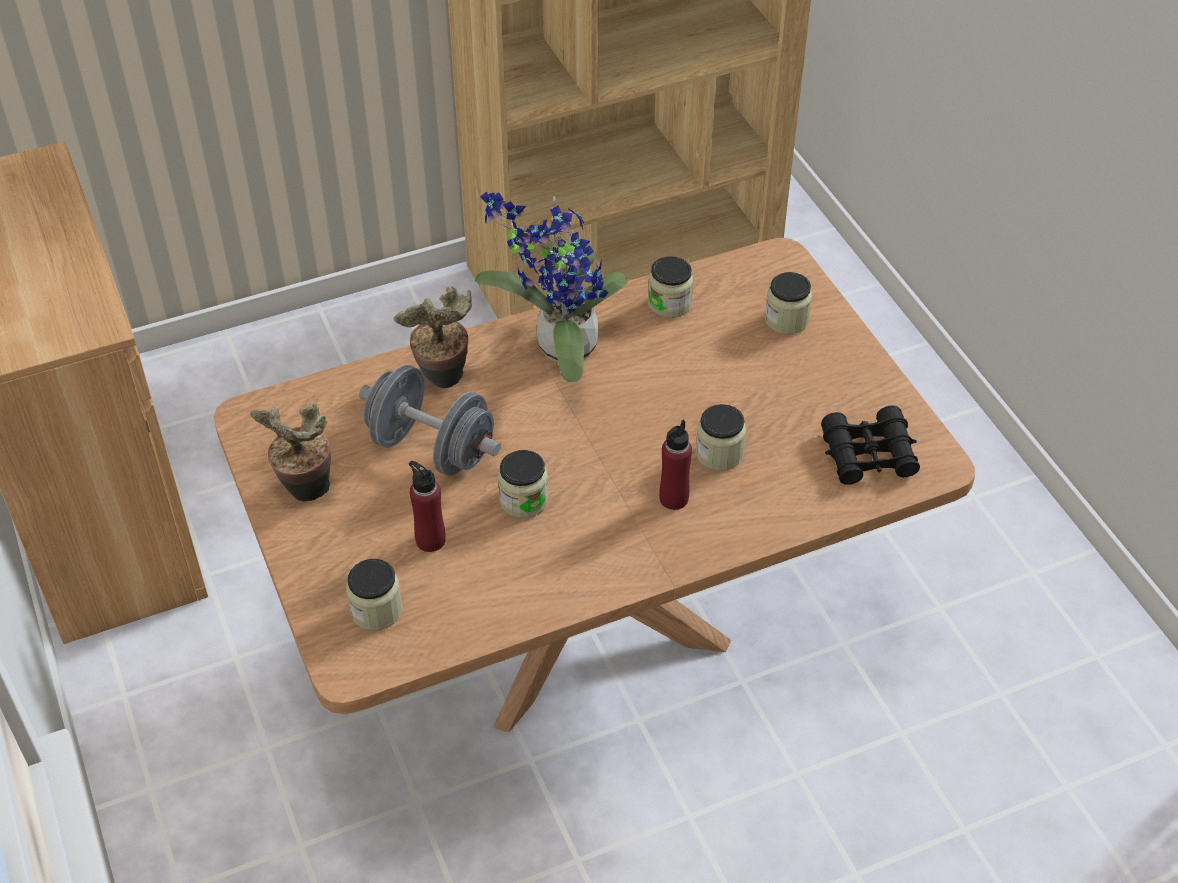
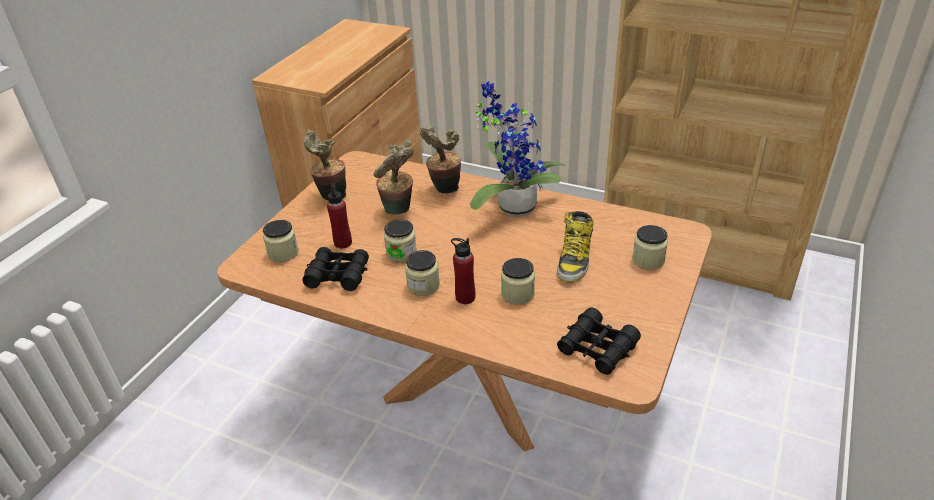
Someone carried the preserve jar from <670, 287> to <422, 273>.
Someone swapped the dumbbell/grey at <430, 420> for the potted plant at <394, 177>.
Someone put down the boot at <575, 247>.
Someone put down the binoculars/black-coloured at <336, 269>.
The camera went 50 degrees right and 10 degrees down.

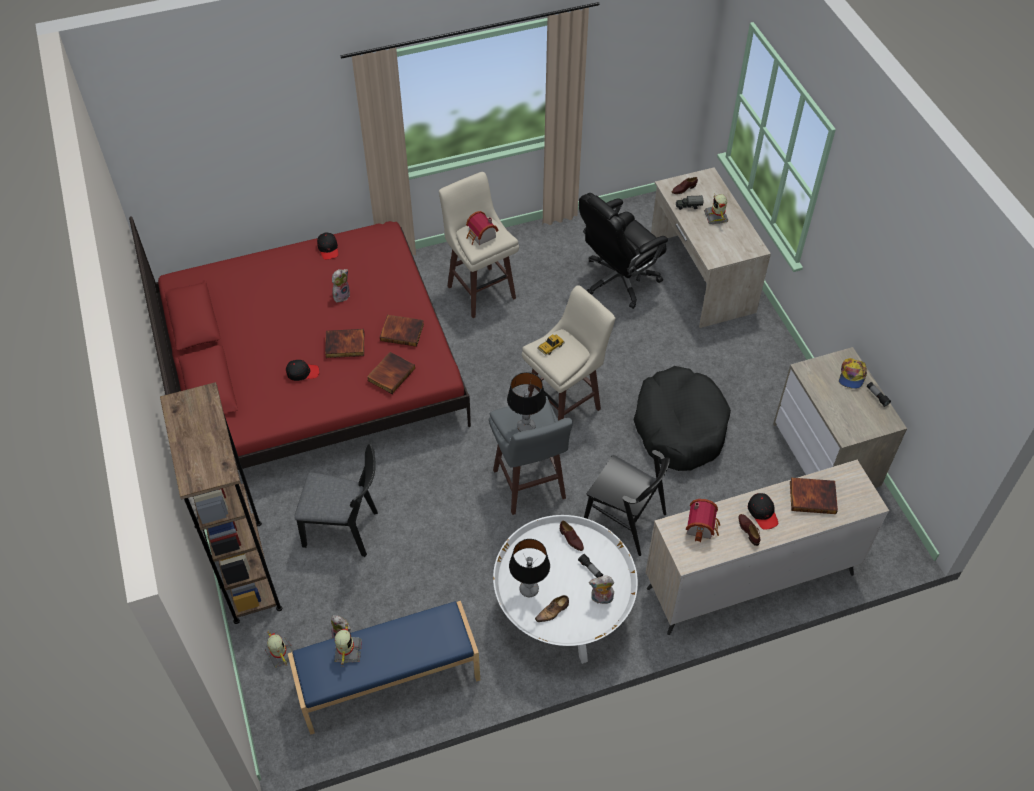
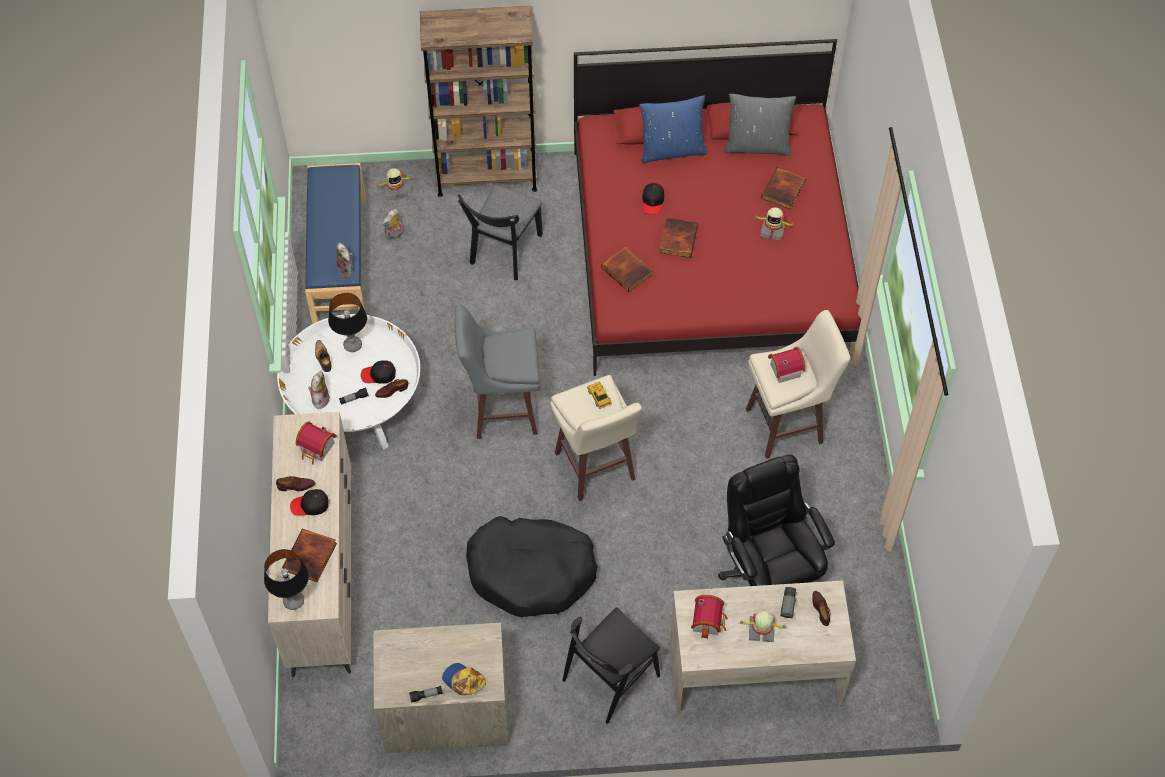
Someone carried the baseball cap/black-coloured from <327, 246> to <378, 372>.
Someone carried the cuddly toy from <341, 285> to <344, 260>.
Someone carried the volume from <402, 331> to <783, 188>.
Someone carried the table lamp from <526, 402> to <286, 579>.
Someone carried the plain chair/black-coloured from <627, 503> to <611, 665>.
Someone carried the toy robot from <348, 644> to <774, 224>.
Someone put down the cushion/grey at <760, 125>.
Someone put down the cushion/blue at <673, 129>.
Someone put down the miniature house at <709, 617>.
The camera went 105 degrees right and 5 degrees up.

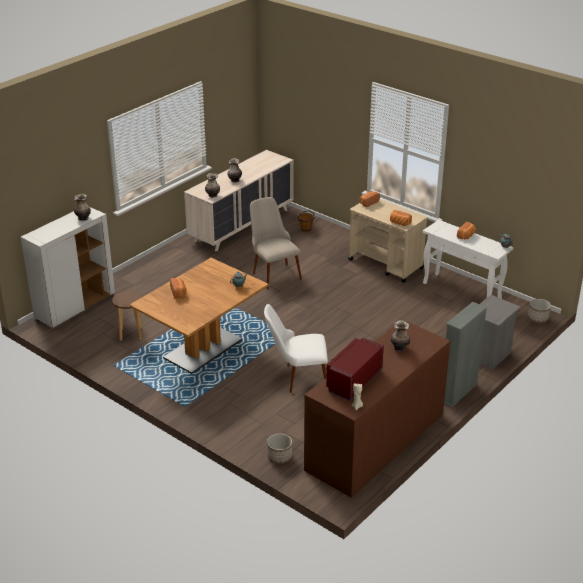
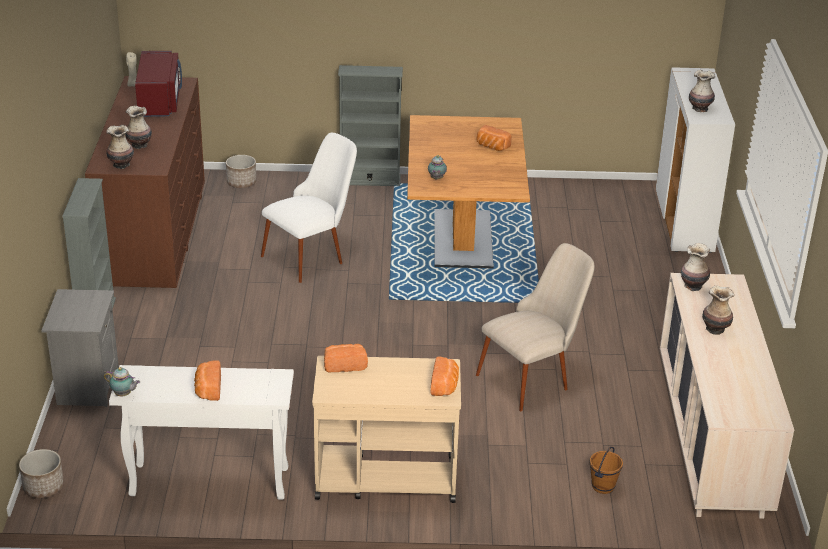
Someone rotated the plain chair/beige-coloured at <276, 243> by 60 degrees counterclockwise.
Someone took away the stool/brownish at <127, 316>.
Someone put down the bookcase/grey at <370, 125>.
Someone put down the vase at <120, 147>.
The camera went 140 degrees right and 0 degrees up.

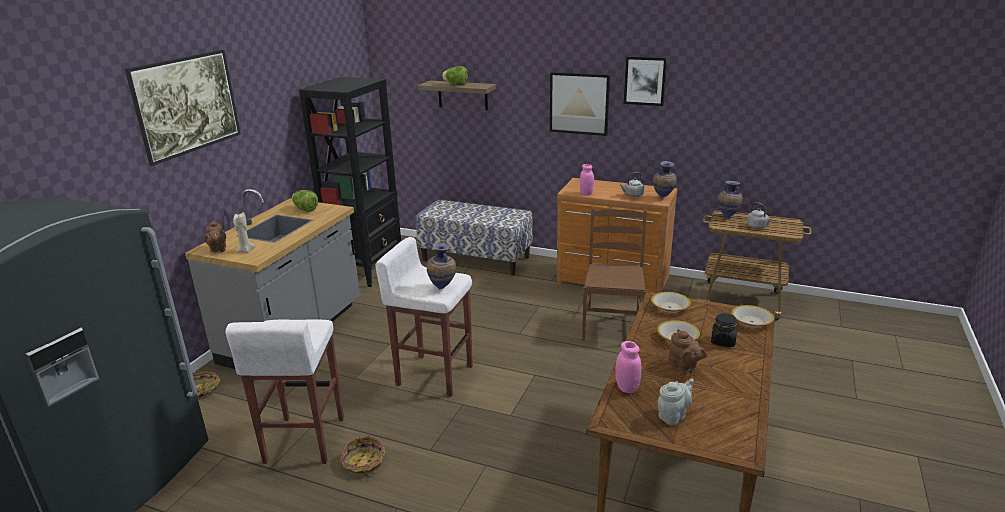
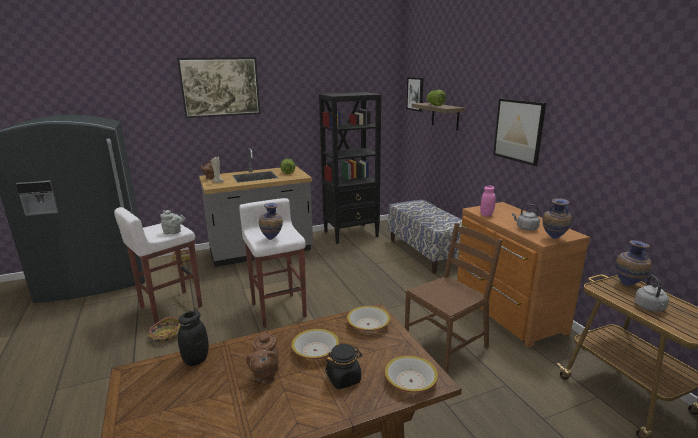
Someone carried the wall art from <645, 81> to <414, 94>.
Someone repainted the preserve jar/pink-coloured at <628, 367>, which became the preserve jar/black-coloured at <193, 338>.
Someone carried the teapot/grey from <676, 401> to <172, 222>.
The camera went 45 degrees right and 5 degrees down.

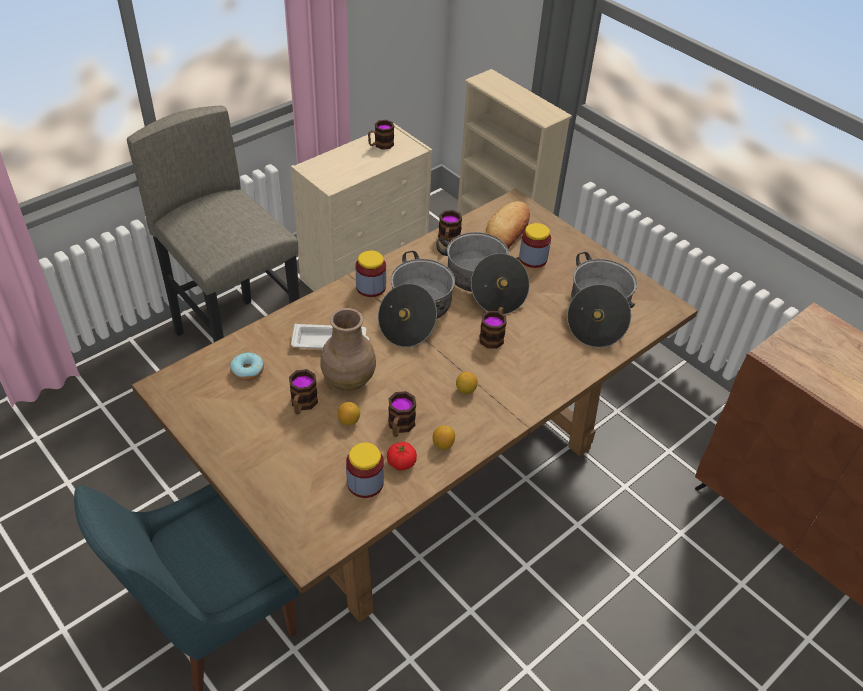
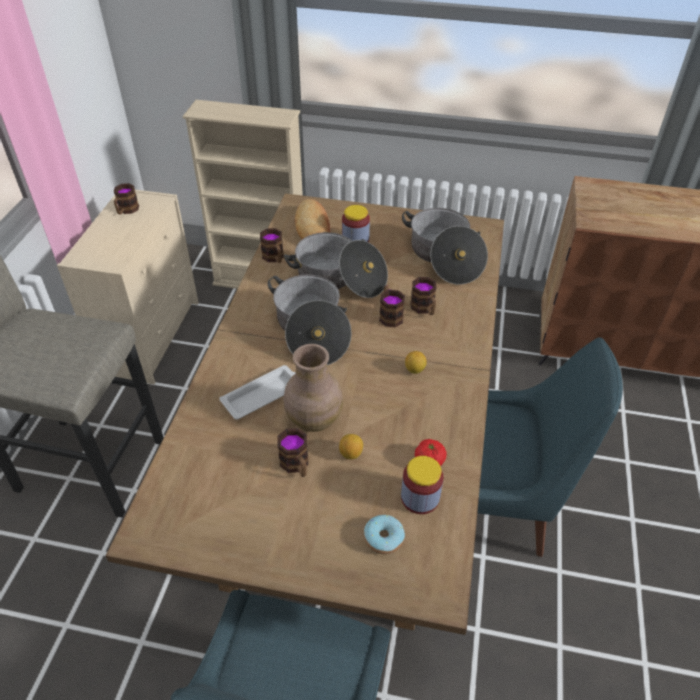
Someone took away the preserve jar at <371, 273>.
Someone carried the doughnut from <247, 367> to <384, 534>.
Someone carried the coffee mug from <402, 414> to <423, 296>.
Someone took away the lemon at <444, 437>.
Someone put down the plain chair/blue at <550, 447>.
The camera went 35 degrees left and 0 degrees up.

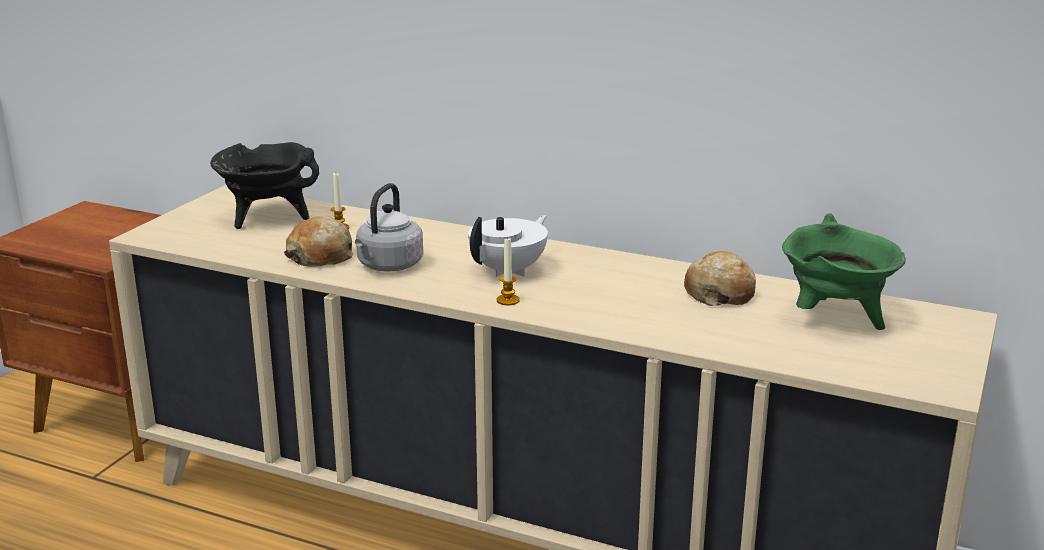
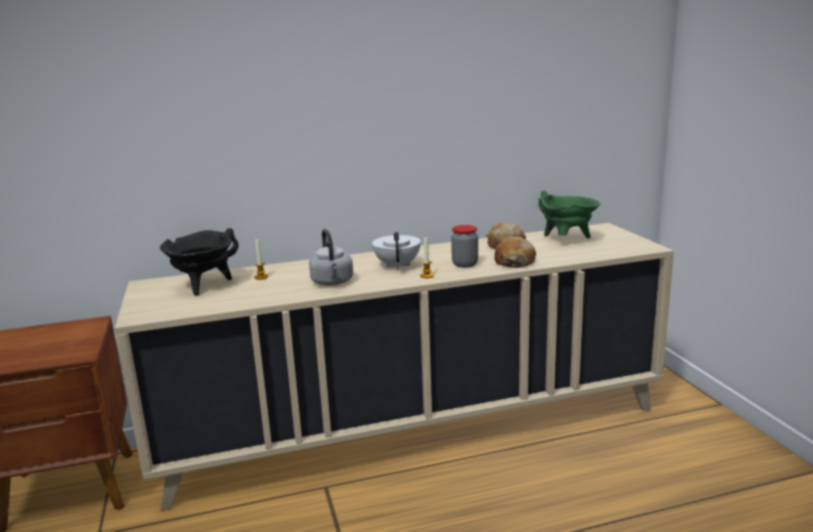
Someone carried the bakery bread from <318, 241> to <515, 252>.
Someone put down the preserve jar at <464, 246>.
The camera went 40 degrees left and 5 degrees down.

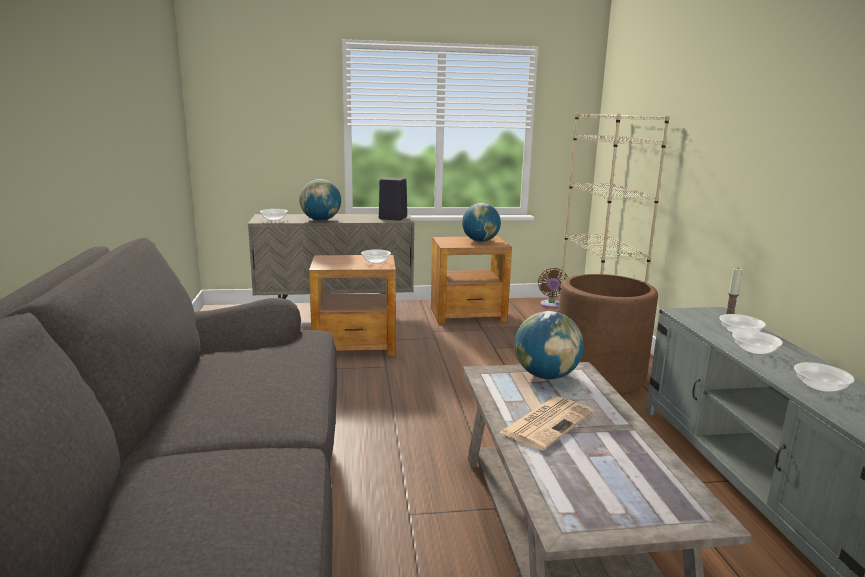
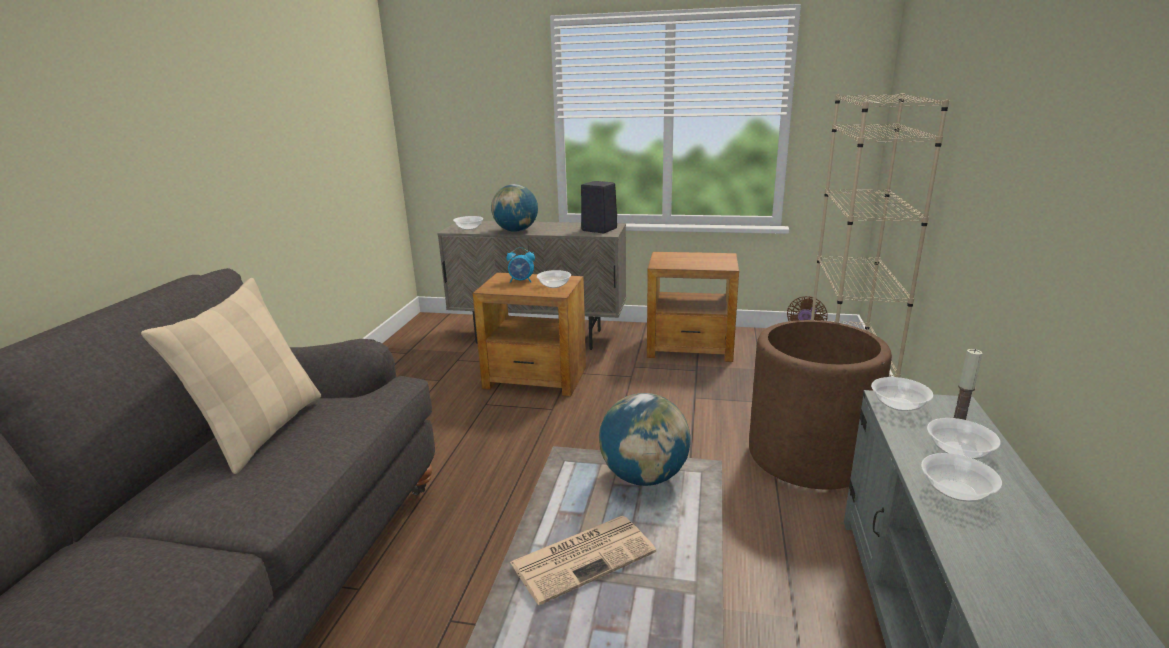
Someone took away the world globe at <481, 222>.
Someone carried the bowl from <824, 377> to <902, 394>.
Someone put down the alarm clock at <520, 265>.
Someone put down the cushion/beige-coloured at <231, 376>.
The camera went 20 degrees right and 5 degrees up.

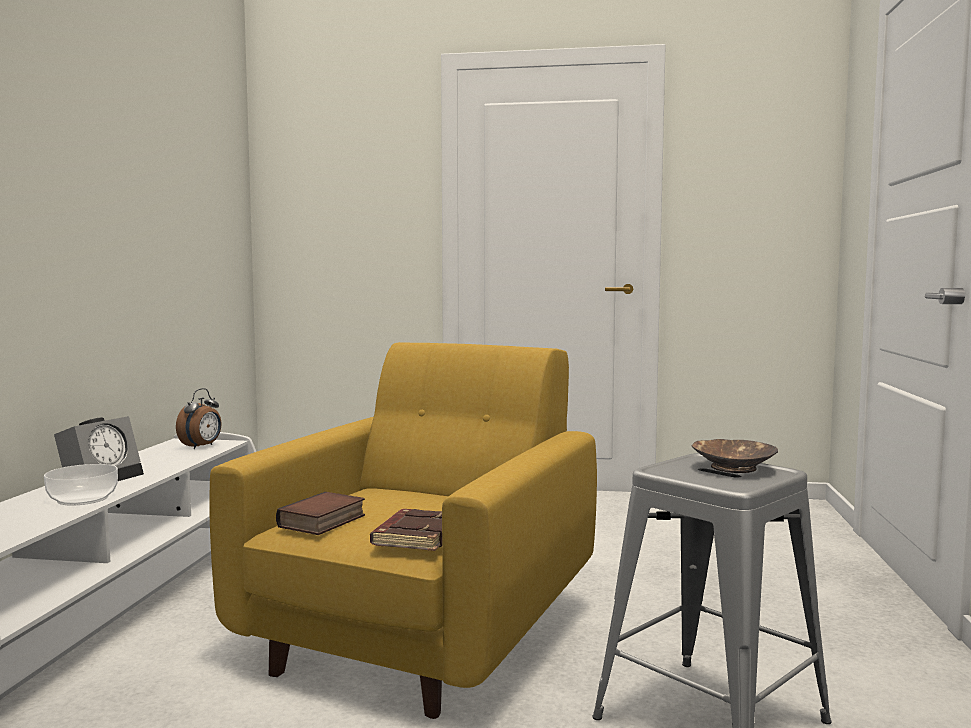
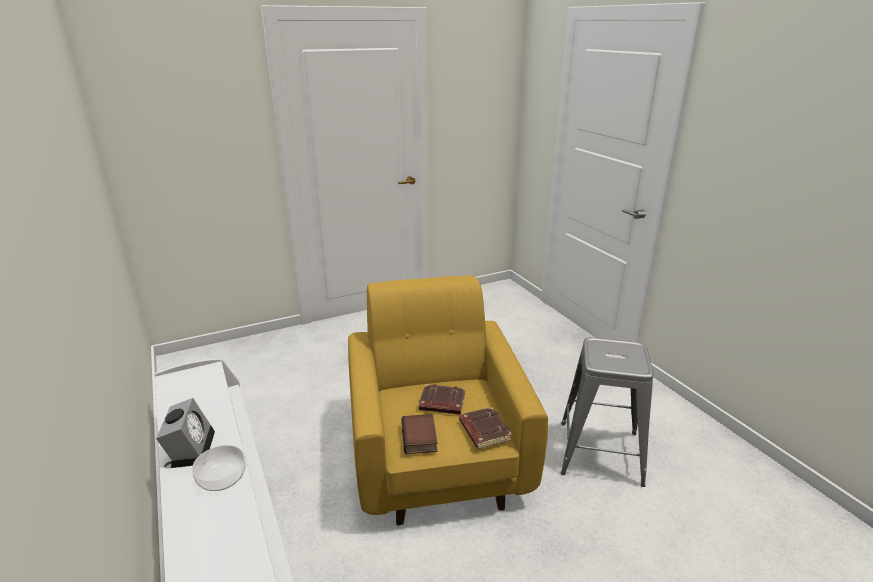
Someone took away the alarm clock at <199, 418>.
Someone took away the bowl/brownish at <735, 456>.
Someone put down the volume/brownish at <442, 399>.
The camera went 35 degrees left and 20 degrees up.

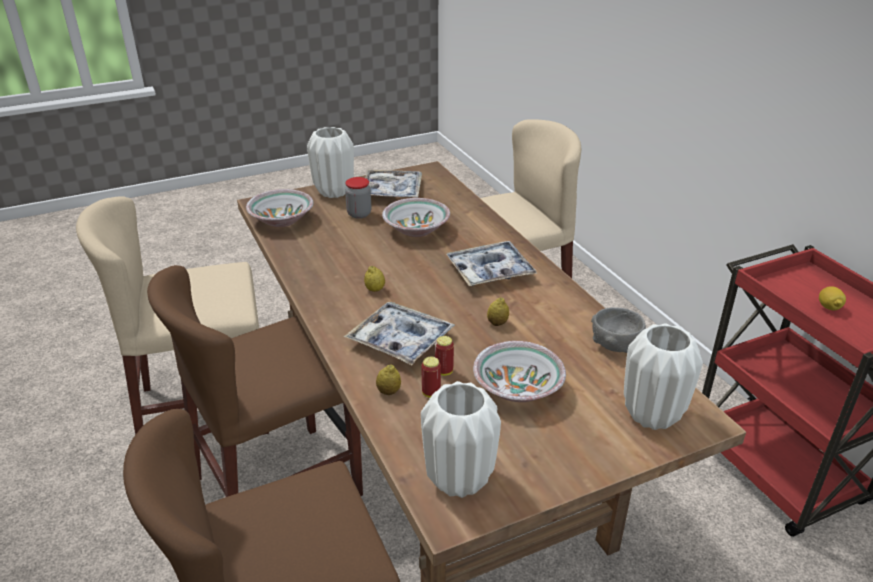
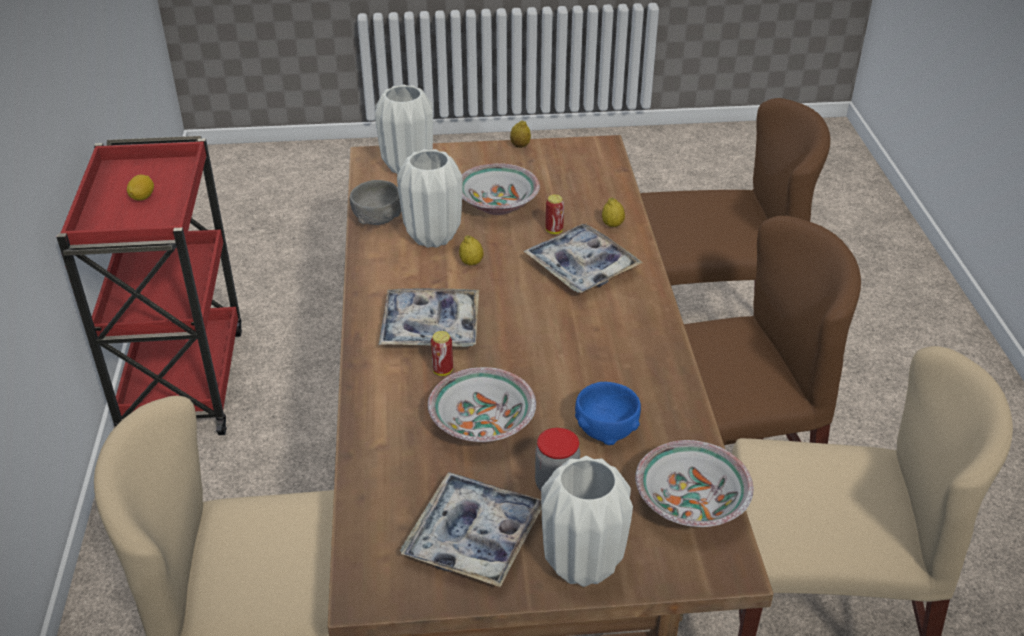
Someone carried the lemon from <374, 279> to <520, 134>.
Someone carried the metal can from <431, 377> to <442, 353>.
Someone carried the vase/white-coloured from <461, 439> to <430, 198>.
Someone put down the bowl/blue at <608, 413>.
The camera went 160 degrees left and 5 degrees up.

